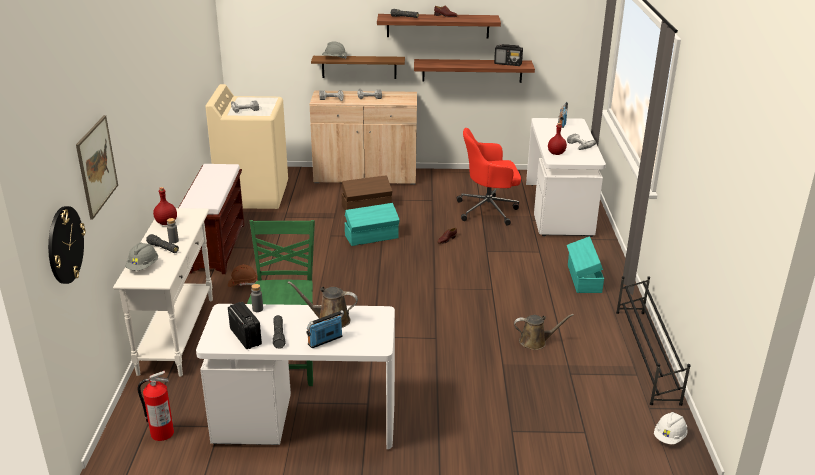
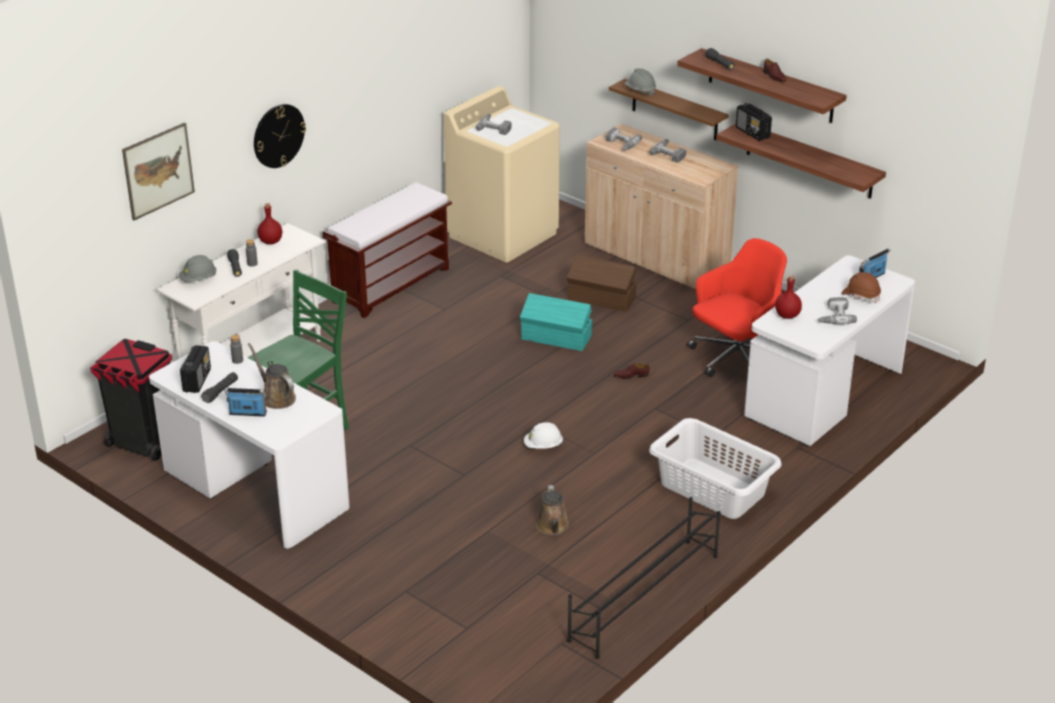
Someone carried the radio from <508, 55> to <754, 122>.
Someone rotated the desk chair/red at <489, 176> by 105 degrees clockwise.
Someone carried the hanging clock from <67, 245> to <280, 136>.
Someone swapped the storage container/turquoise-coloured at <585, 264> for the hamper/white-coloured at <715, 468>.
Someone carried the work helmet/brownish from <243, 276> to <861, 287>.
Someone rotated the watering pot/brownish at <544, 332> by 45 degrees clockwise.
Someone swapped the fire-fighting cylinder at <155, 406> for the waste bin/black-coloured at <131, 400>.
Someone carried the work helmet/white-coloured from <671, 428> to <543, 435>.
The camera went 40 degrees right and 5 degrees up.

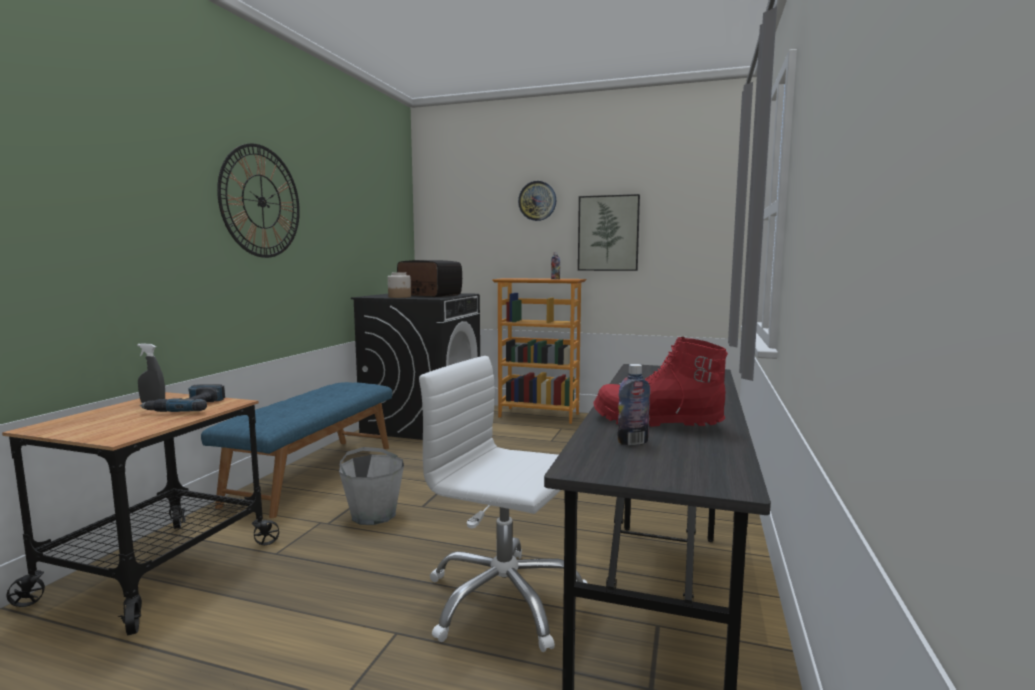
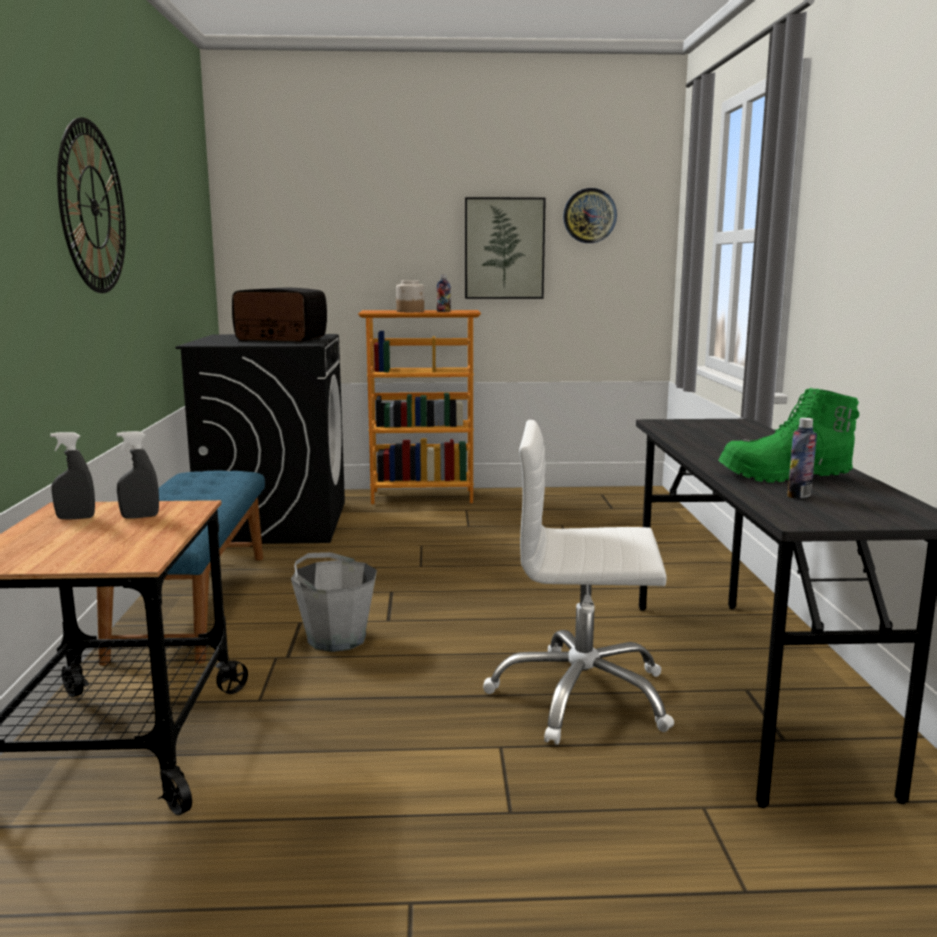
Someone carried the hanging clock from <537, 201> to <590, 215>.
Someone carried the preserve jar from <399, 285> to <410, 296>.
Someone repainted the boot/red at <661, 382>, which became the boot/green at <788, 434>.
Someone swapped the power drill at <182, 398> for the spray bottle/grey at <138, 474>.
The camera went 20 degrees left and 5 degrees up.

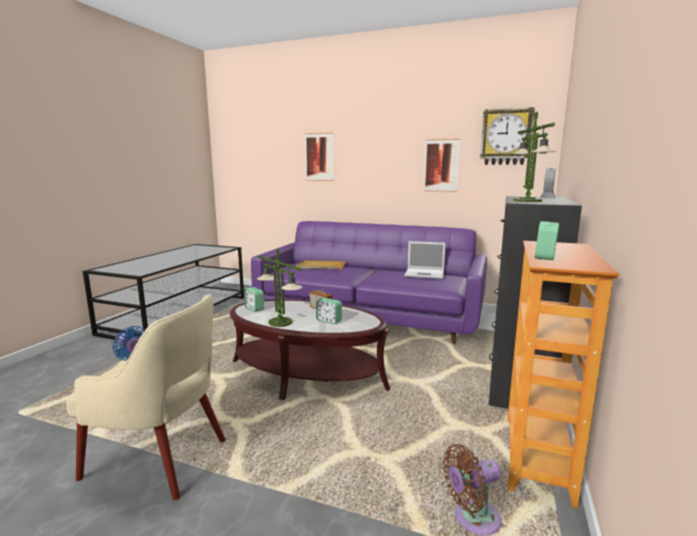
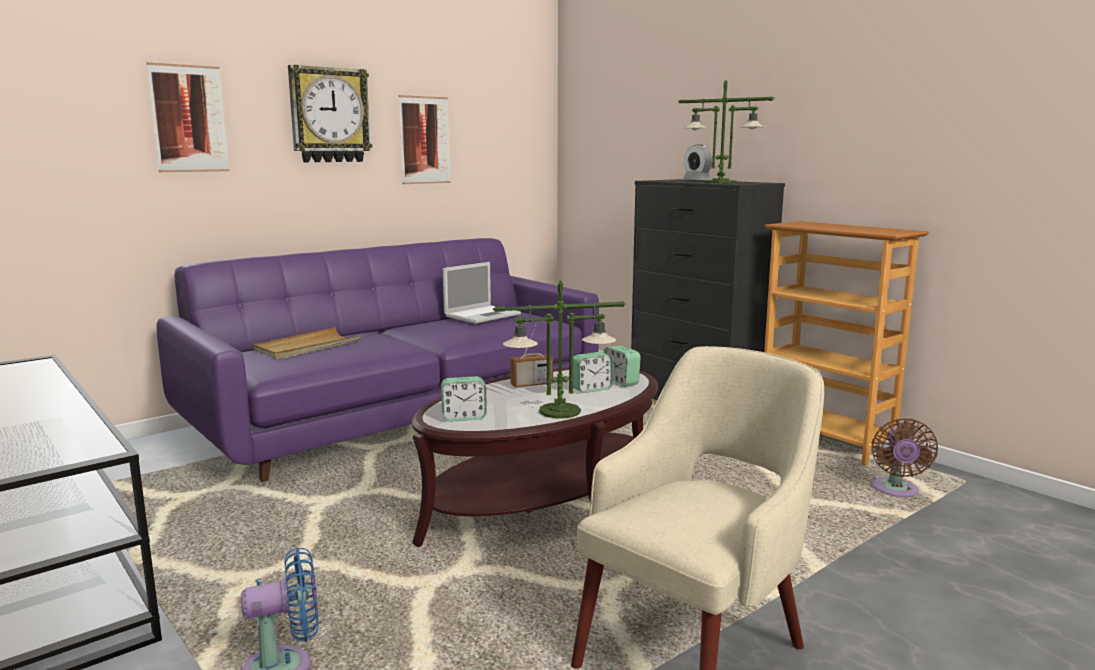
Someone carried the hanging clock from <507, 136> to <330, 114>.
Someone carried the alarm clock from <546, 240> to <622, 366>.
The camera went 60 degrees left and 0 degrees up.

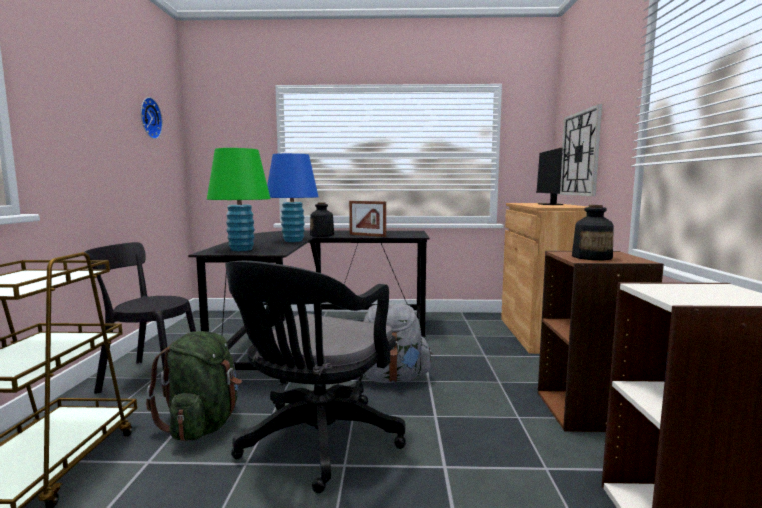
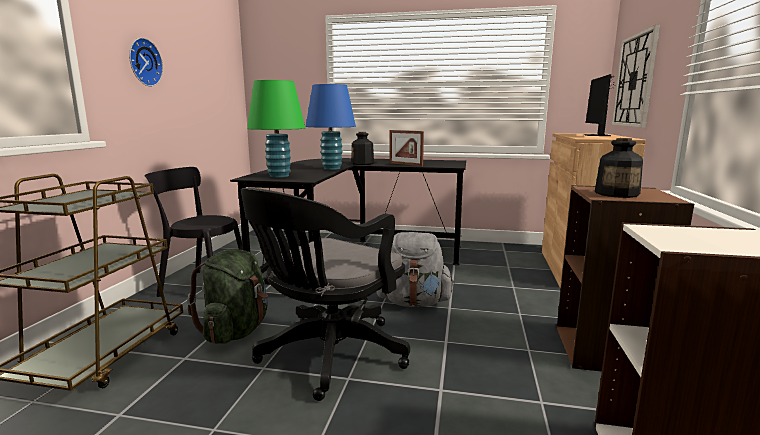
Someone carried the hanging clock from <152, 118> to <146, 62>.
The camera went 10 degrees right and 5 degrees up.

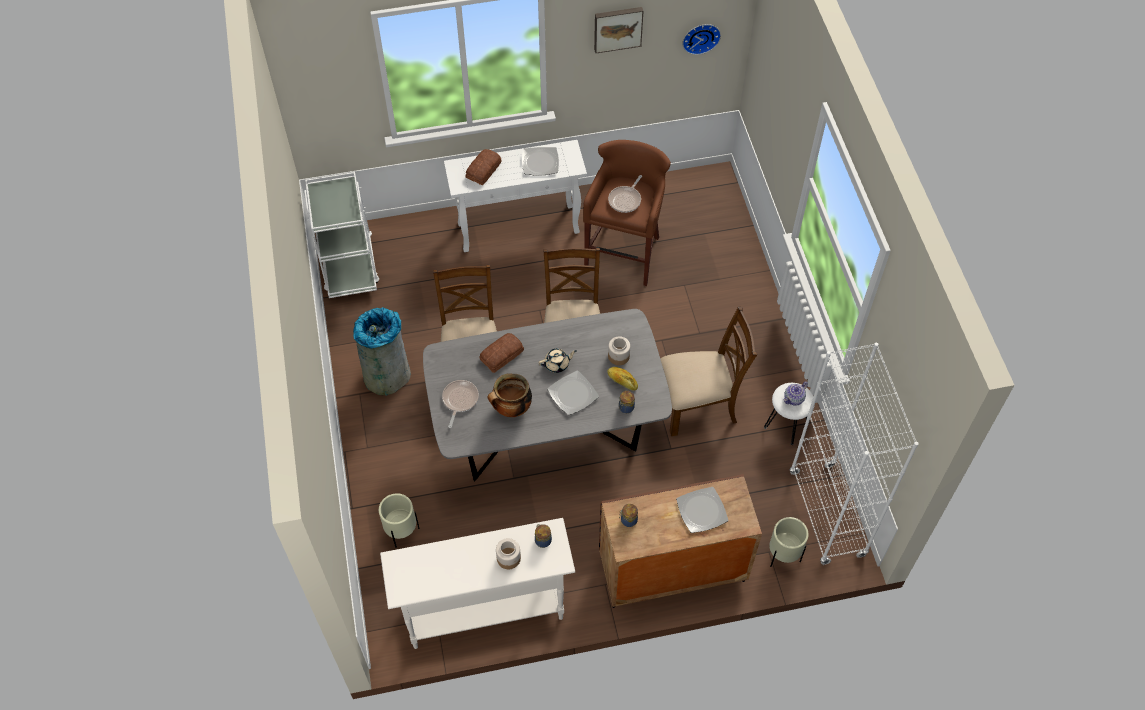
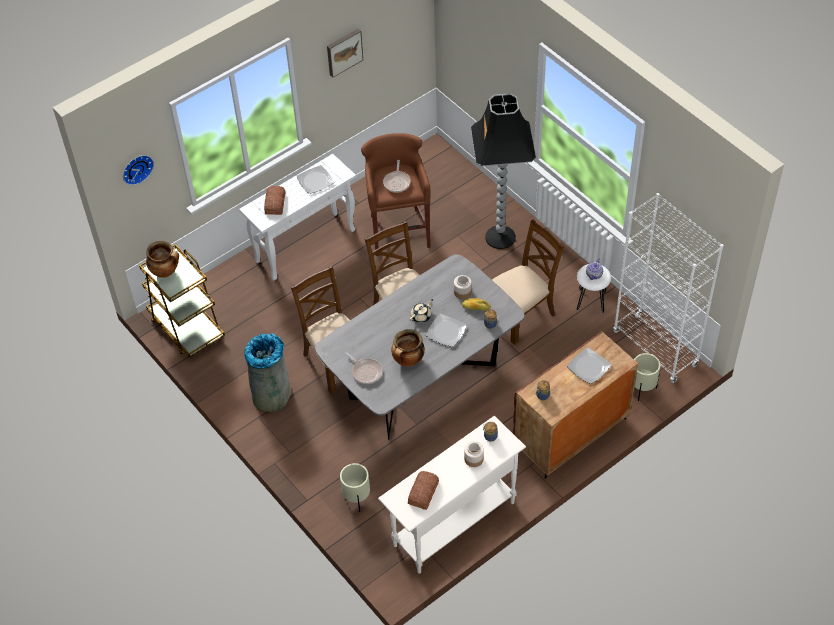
Someone carried the hanging clock from <701, 39> to <138, 170>.
Someone repainted the trolley/white-coloured at <341, 235>, which became the trolley/brownish at <182, 300>.
Someone carried the bakery bread from <501, 353> to <423, 490>.
Someone rotated the skillet at <460, 404> by 150 degrees clockwise.
Someone put down the floor lamp/black-coloured at <503, 171>.
Someone put down the stockpot at <162, 259>.
The camera went 25 degrees left and 5 degrees down.

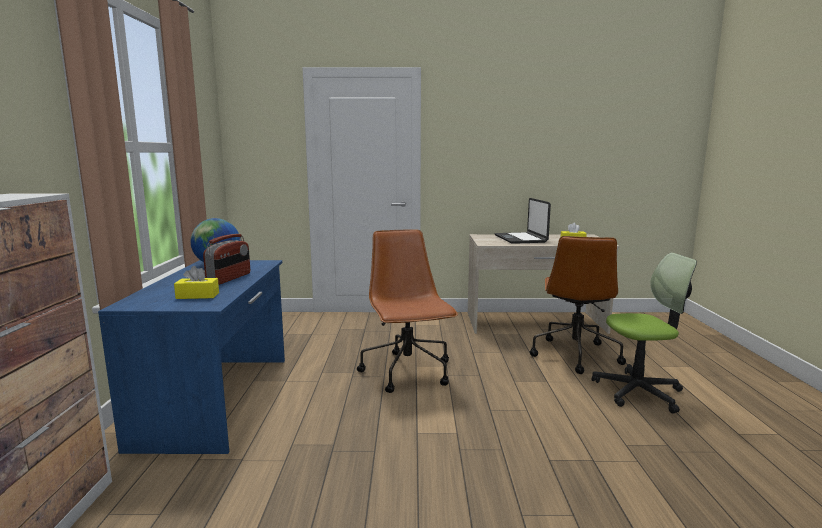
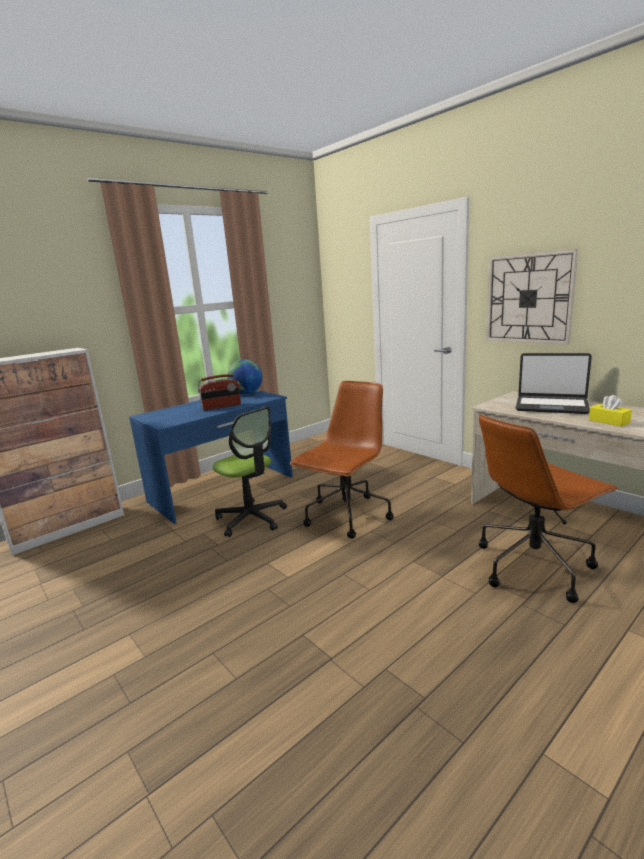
Someone rotated the portable computer at <522, 221> by 105 degrees counterclockwise.
Someone carried the desk chair from <644, 333> to <250, 472>.
Someone took away the tissue holder/yellow at <196, 282>.
Someone put up the hanging clock at <532, 297>.
The camera went 50 degrees right and 5 degrees up.

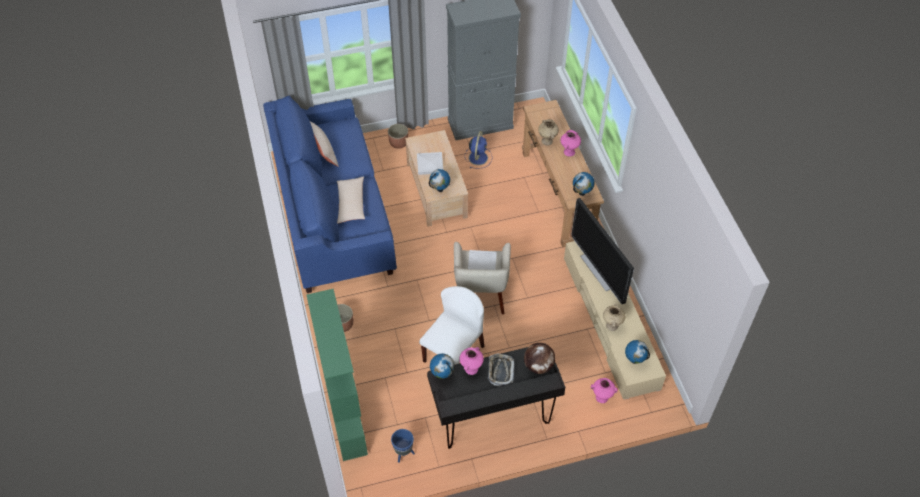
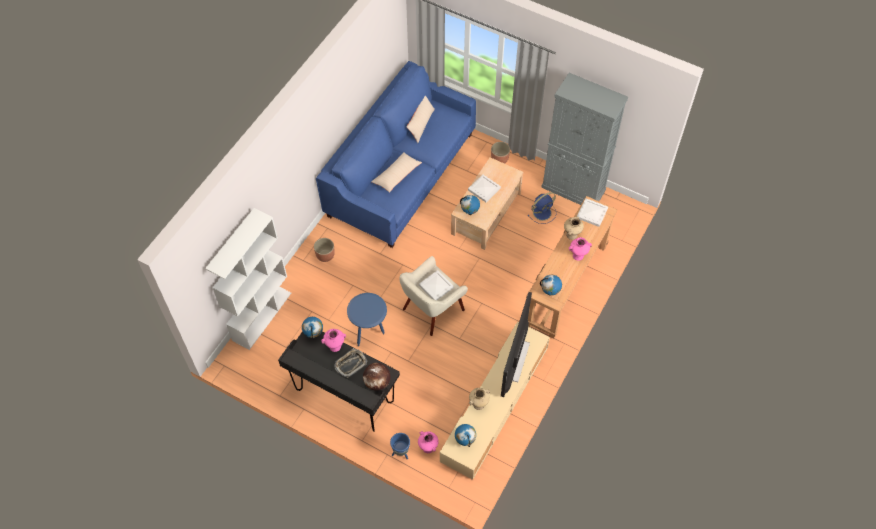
Someone swapped the plain chair/white-coloured at <451, 325> for the side table/blue at <367, 319>.
Someone repainted the bookcase/green at <337, 375>, which became the bookcase/white-coloured at <248, 279>.
Someone carried the plant pot/blue from <403, 446> to <400, 446>.
Someone put down the serving tray/white-coloured at <592, 212>.
The camera went 45 degrees right and 5 degrees up.

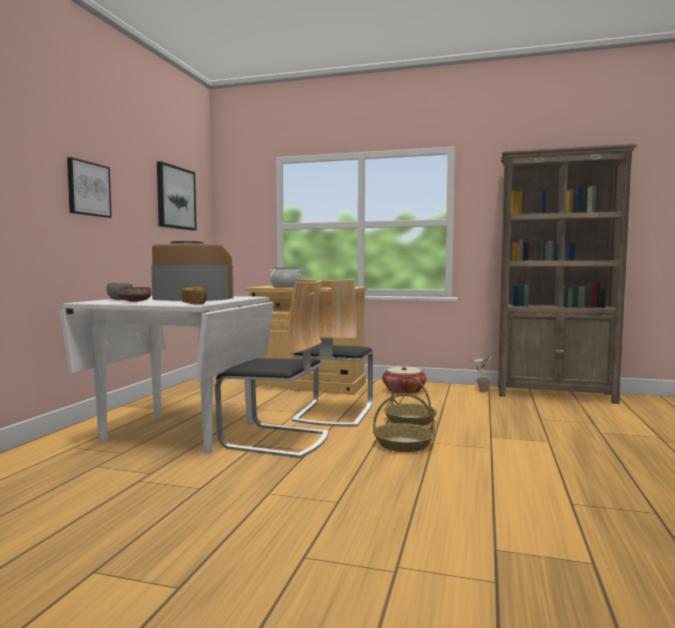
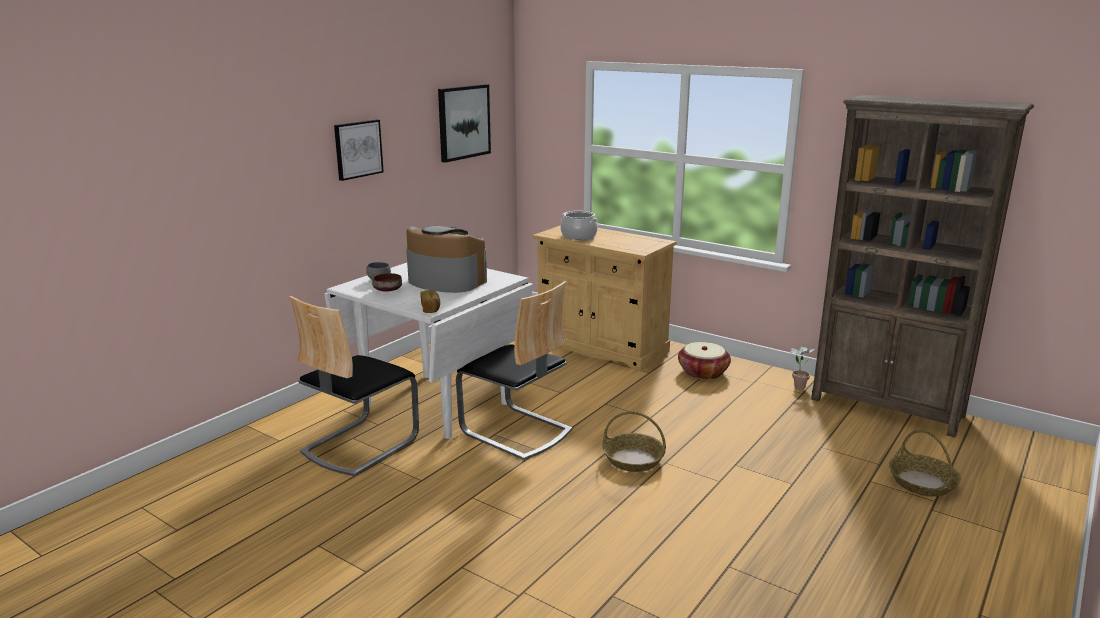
Someone carried the plain chair from <332, 352> to <354, 386>.
Someone carried the storage basket from <410, 401> to <925, 463>.
The camera went 20 degrees right and 15 degrees up.

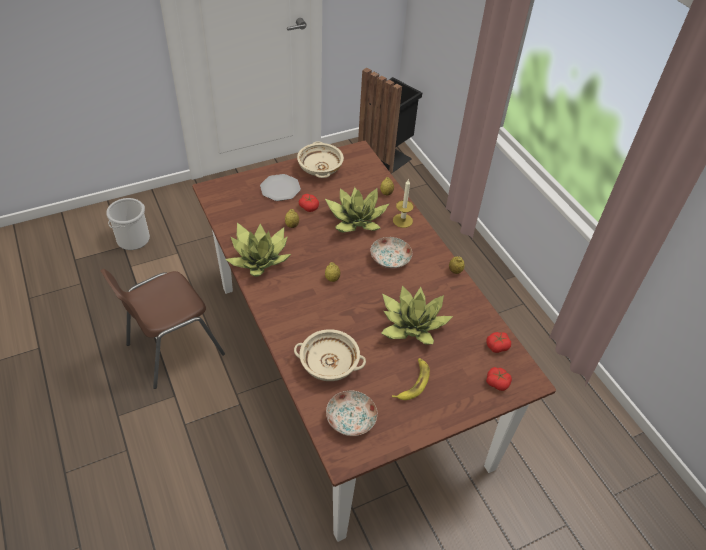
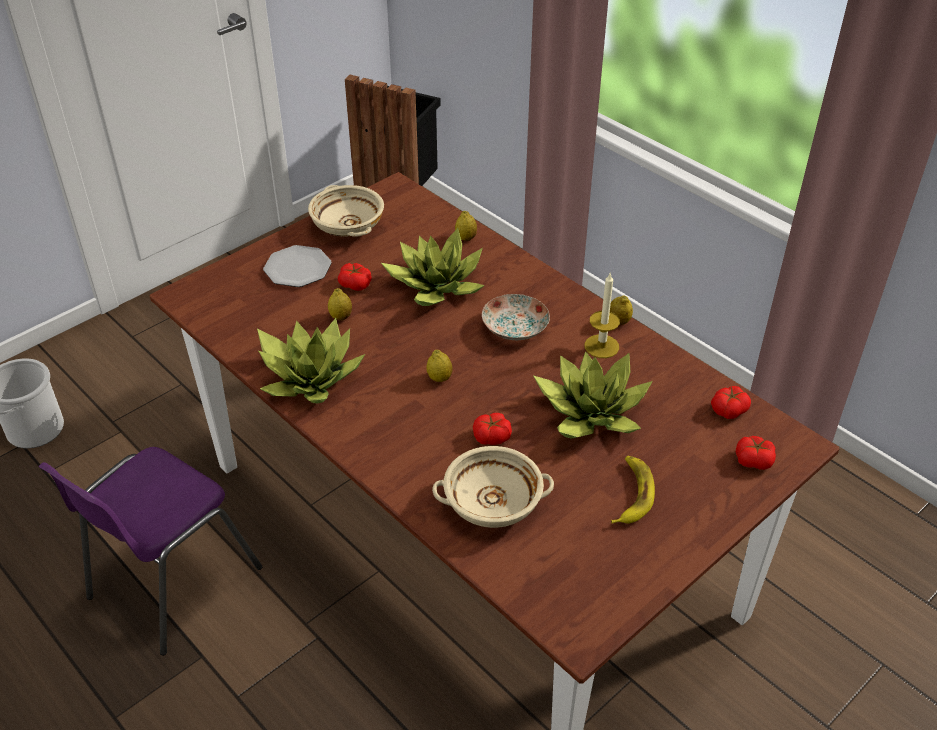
Someone carried the candle from <403, 203> to <602, 315>.
Someone repainted the plain chair/brownish at <162, 329>, which became the plain chair/purplish at <150, 551>.
Someone took away the flat dish at <351, 413>.
Someone put down the whole tomato at <492, 429>.
The camera went 15 degrees left and 5 degrees down.

